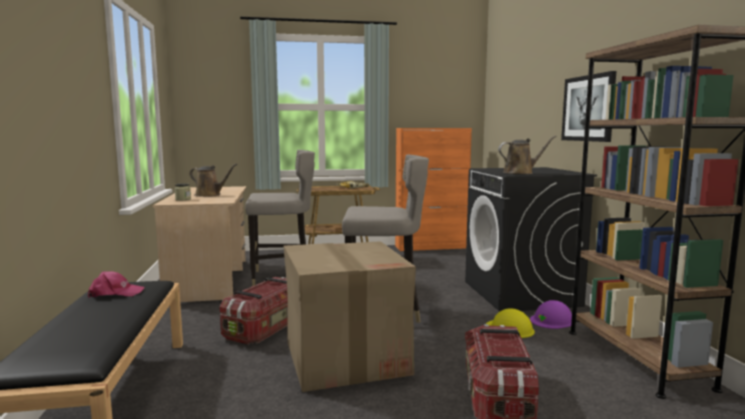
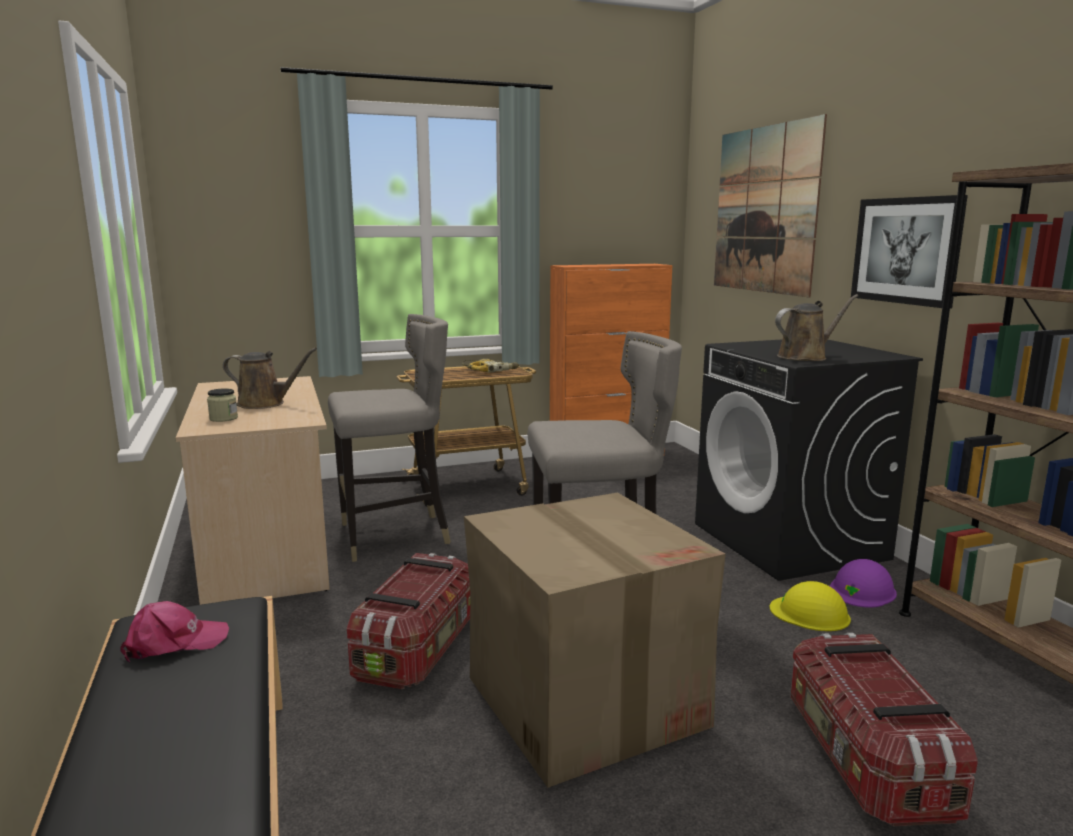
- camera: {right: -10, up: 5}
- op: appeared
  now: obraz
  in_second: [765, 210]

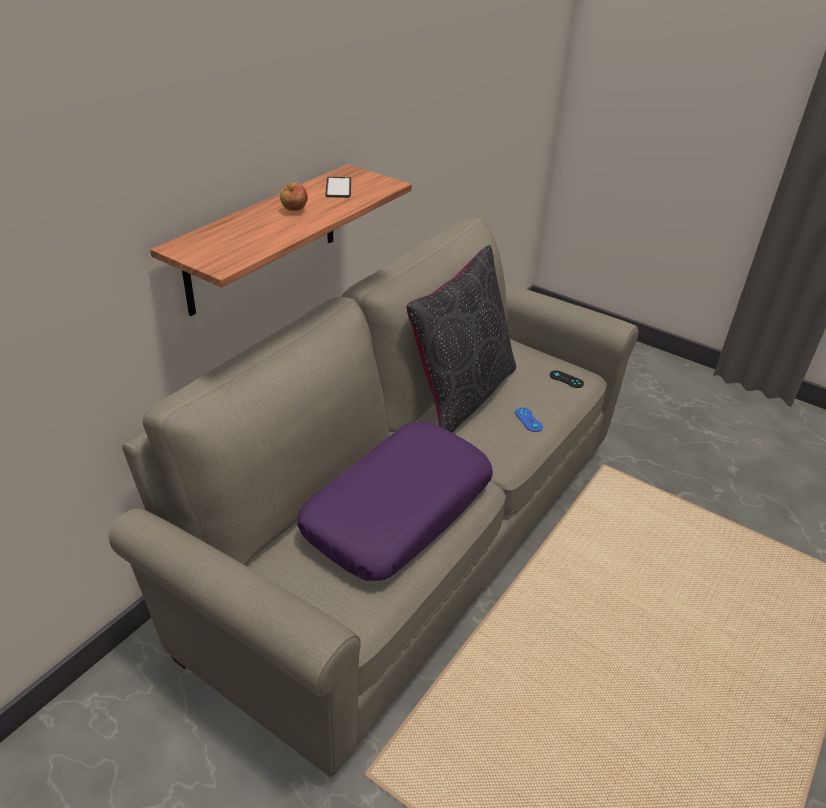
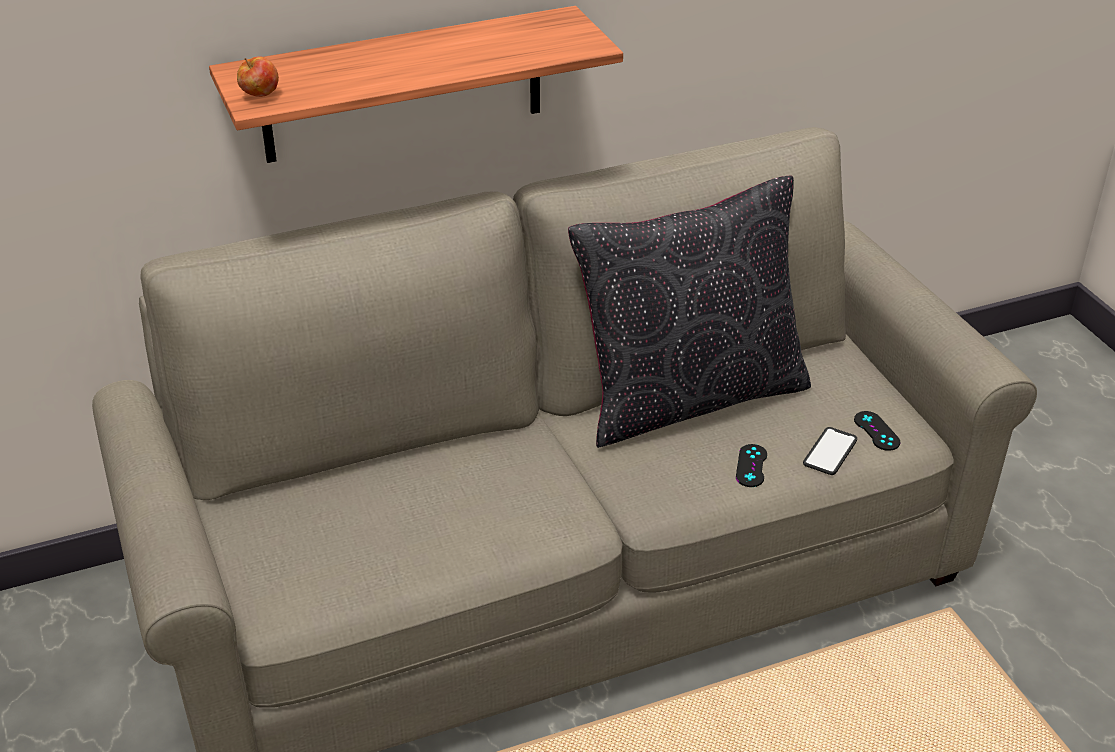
- camera: {right: 35, up: 0}
- op: relocated
  was: jabłko
  in_first: [294, 210]
  in_second: [260, 96]
- op: colour
  was: pad do gier (niebieski)
  now: pad do gier (czarny)
  in_first: [528, 420]
  in_second: [751, 466]
- op: relocated
  was: telefon
  in_first: [338, 188]
  in_second: [830, 452]
- op: missing
  was: poduszka (fioletowy)
  in_first: [398, 511]

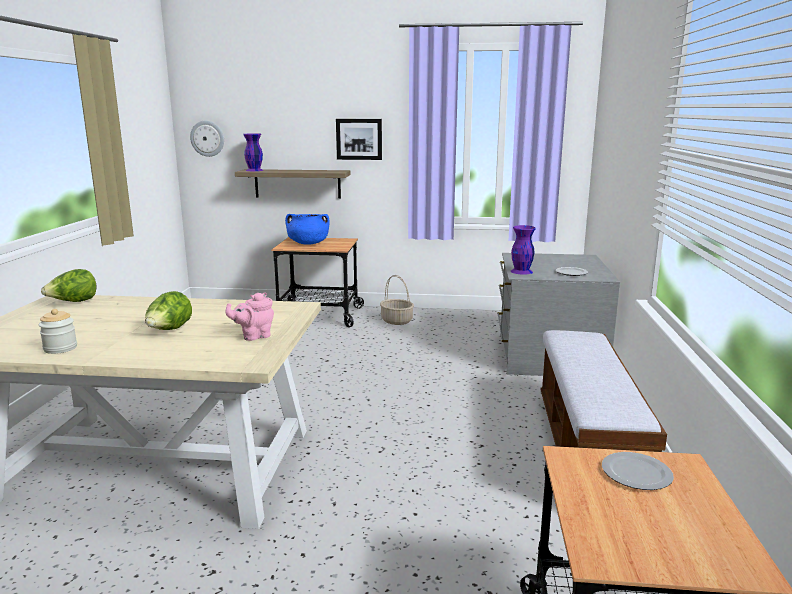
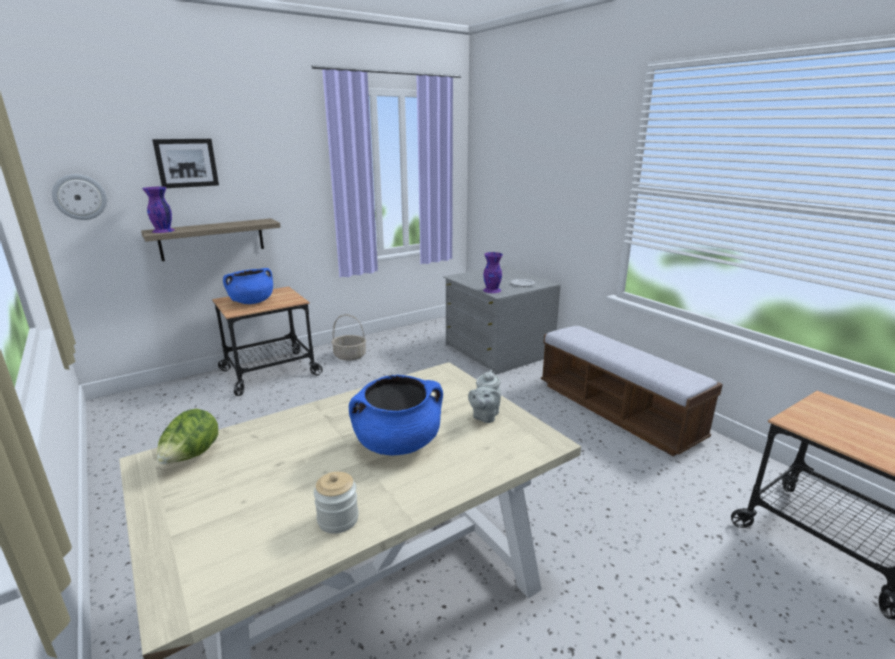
- camera: {right: -40, up: 5}
- op: relocated
  was: obraz
  in_first: [359, 139]
  in_second: [186, 163]
- op: exchanged
  was: sałata
  now: garnek (niebieski)
  in_first: [169, 330]
  in_second: [398, 443]
- op: colour
  was: imbryk (różowy)
  now: imbryk (szary)
  in_first: [254, 336]
  in_second: [485, 416]
- op: missing
  was: talerz
  in_first: [636, 473]

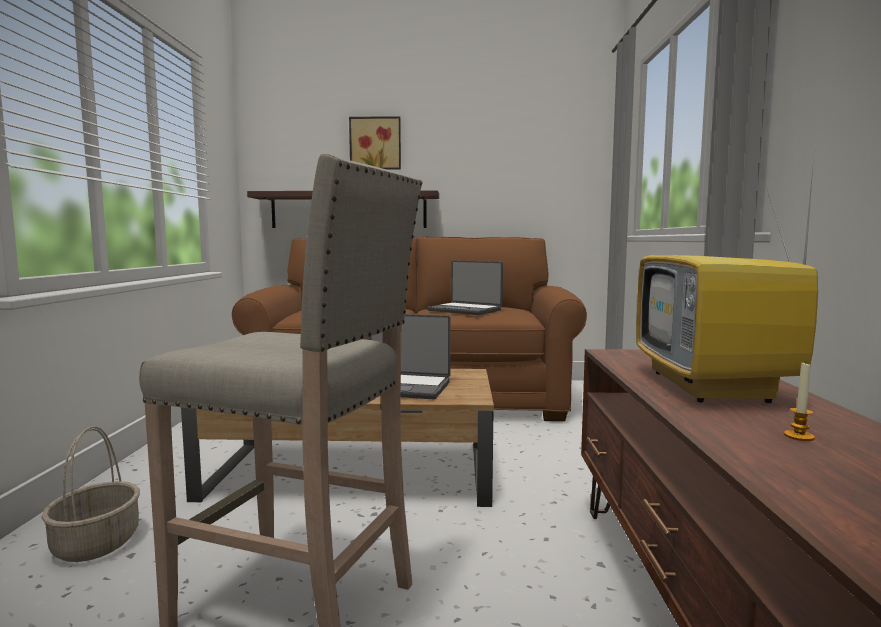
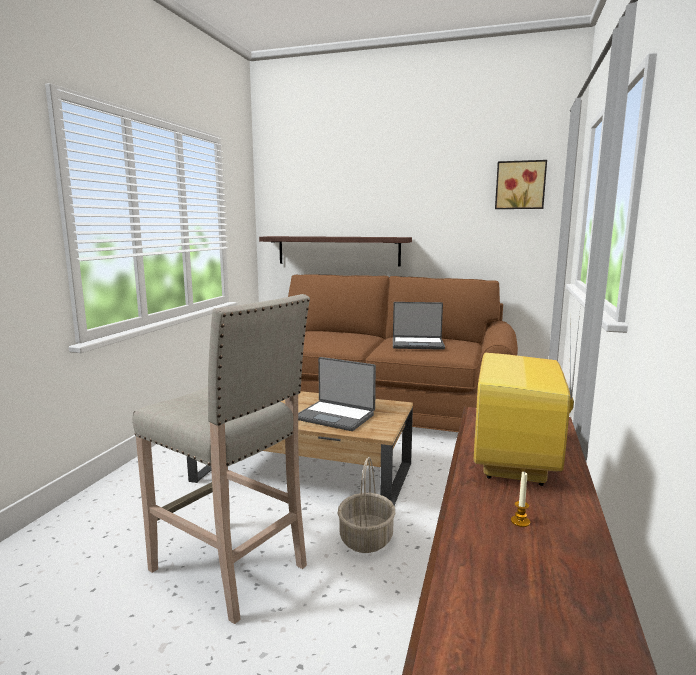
- camera: {right: 15, up: 5}
- op: relocated
  was: koszyk
  in_first: [96, 544]
  in_second: [366, 539]
- op: spun
  was: laptop
  in_first: [465, 310]
  in_second: [417, 344]
  clockwise: -45
- op: relocated
  was: obraz
  in_first: [375, 143]
  in_second: [520, 185]

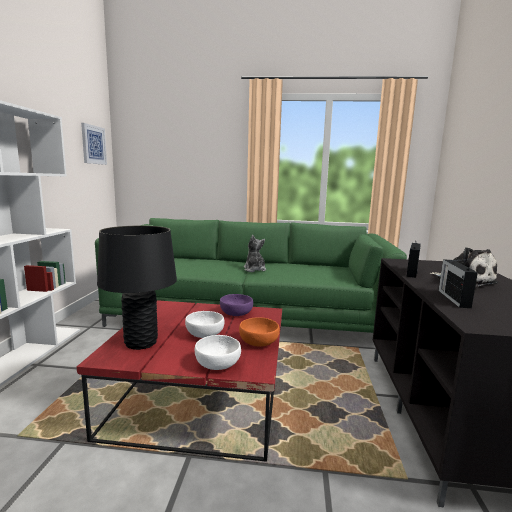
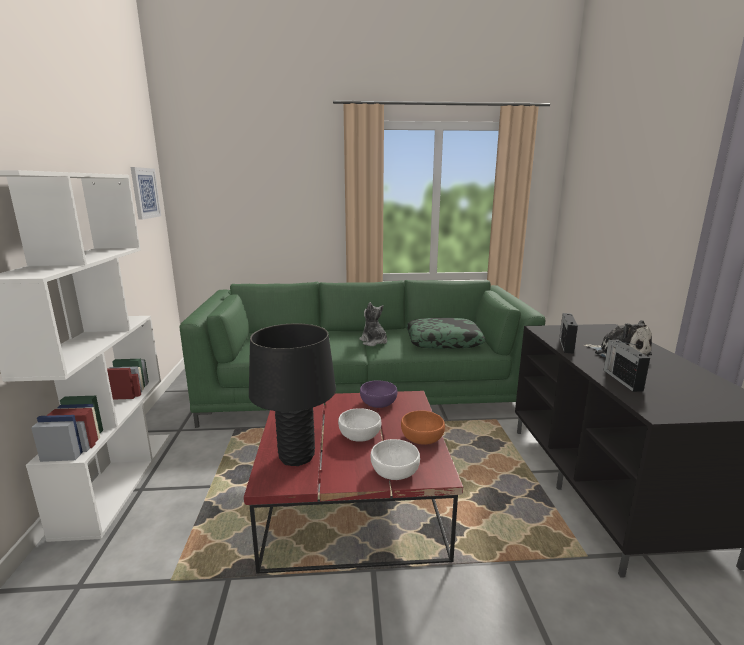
- camera: {right: -10, up: 5}
- op: appeared
  now: poduszka
  in_second: [443, 341]

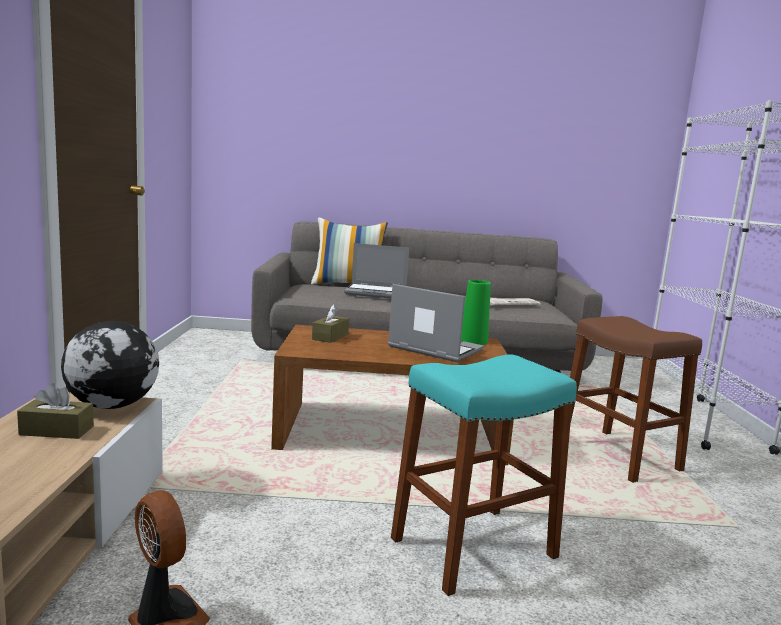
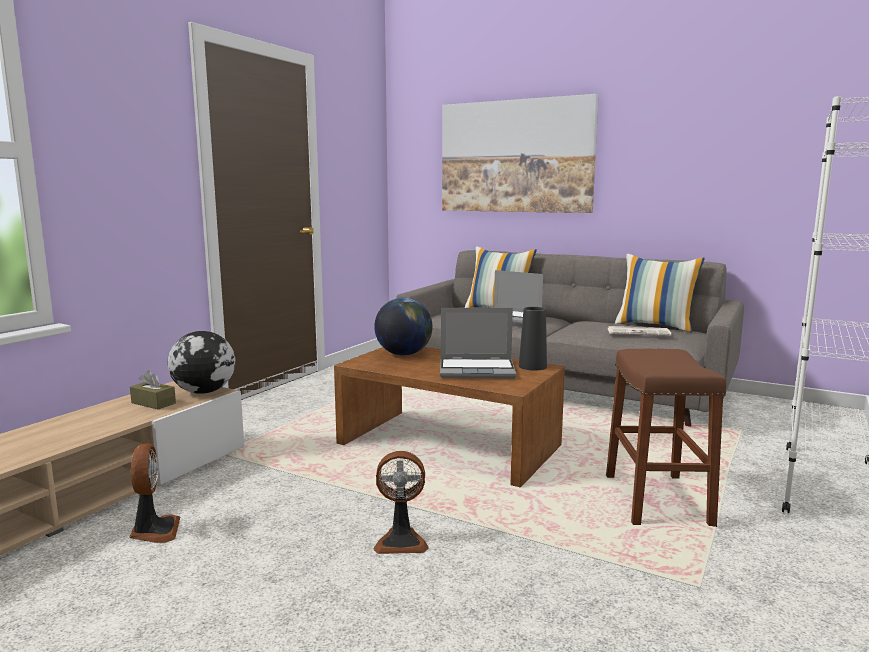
- camera: {right: 30, up: 0}
- op: exchanged
  was: stołek (turkusowy)
  now: wentylator
  in_first: [473, 548]
  in_second: [401, 541]
- op: exchanged
  was: pudełko chusteczek (brązowy)
  now: globus
  in_first: [330, 337]
  in_second: [403, 354]
- op: spun
  was: laptop
  in_first: [433, 349]
  in_second: [478, 370]
  clockwise: 120
- op: appeared
  now: obraz
  in_second: [515, 156]
- op: colour
  was: wazon (zielony)
  now: wazon (czarny)
  in_first: [473, 341]
  in_second: [532, 366]
- op: appeared
  now: poduszka
  in_second: [655, 326]

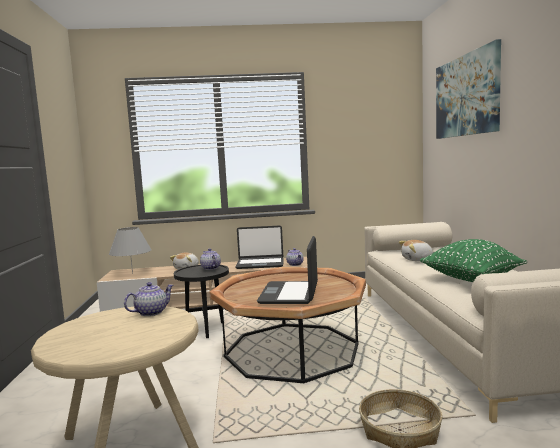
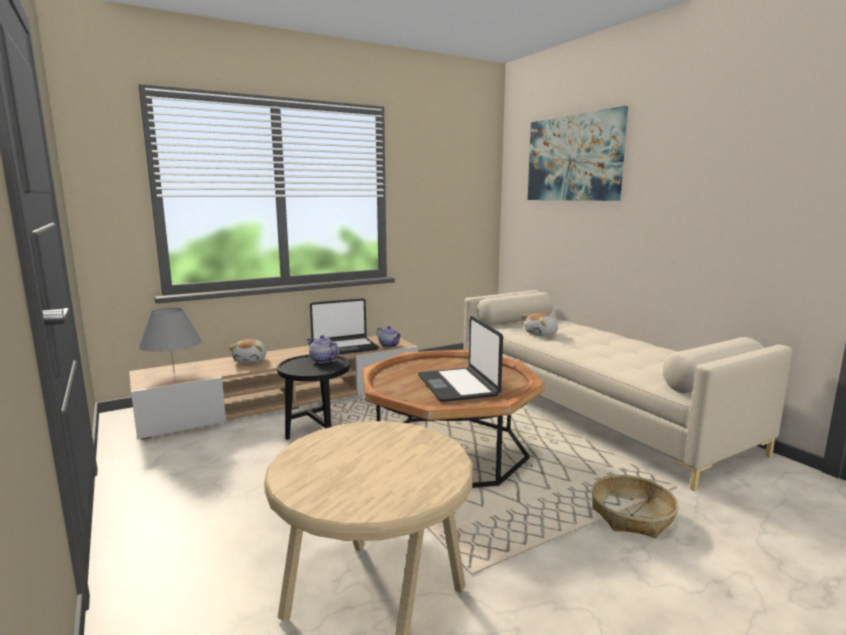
- camera: {right: -25, up: 5}
- op: missing
  was: imbryk
  in_first: [151, 312]
- op: missing
  was: poduszka (zielony)
  in_first: [471, 280]

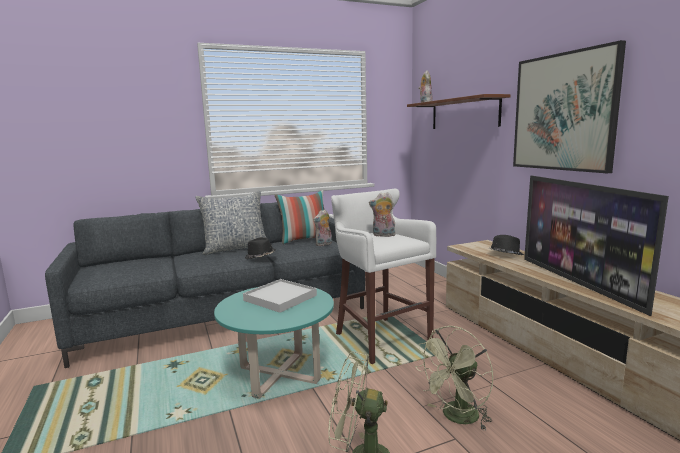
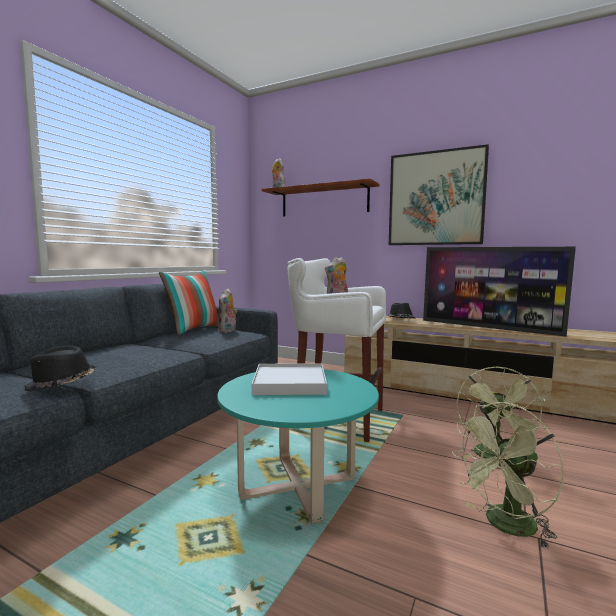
- camera: {right: -40, up: -5}
- op: relocated
  was: kapelusz (czarny)
  in_first: [260, 257]
  in_second: [61, 384]
- op: missing
  was: poduszka
  in_first: [235, 248]

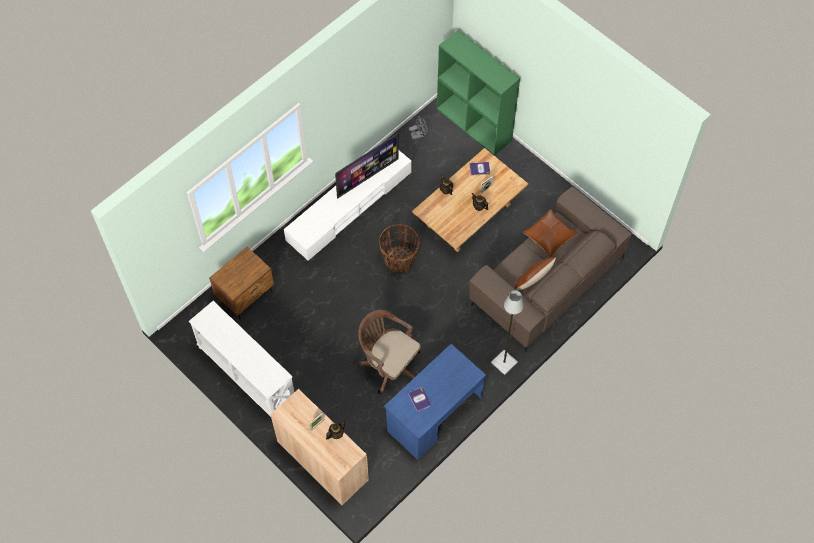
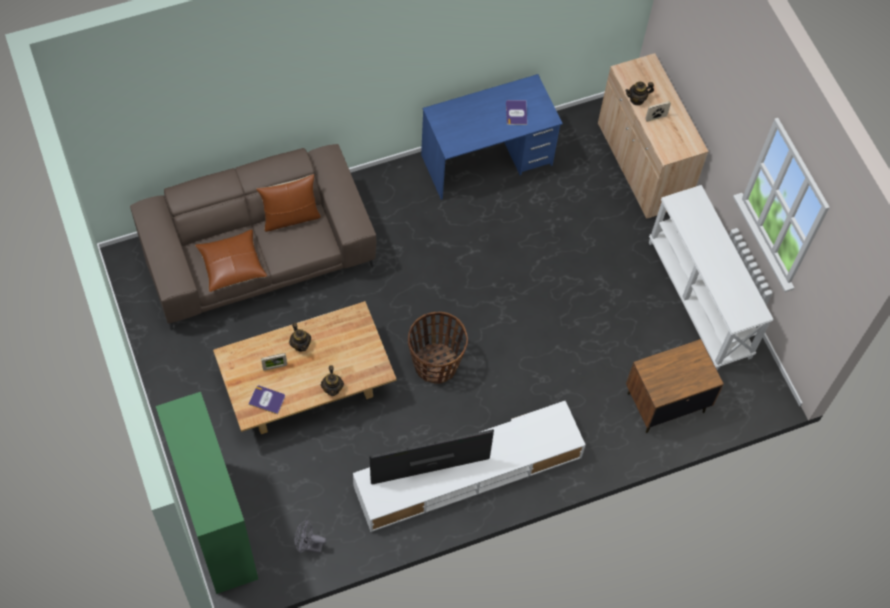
- camera: {right: -160, up: 0}
- op: missing
  was: krzesło biurowe (brązowy)
  in_first: [389, 364]
- op: missing
  was: lampa stojąca (szary)
  in_first: [504, 363]

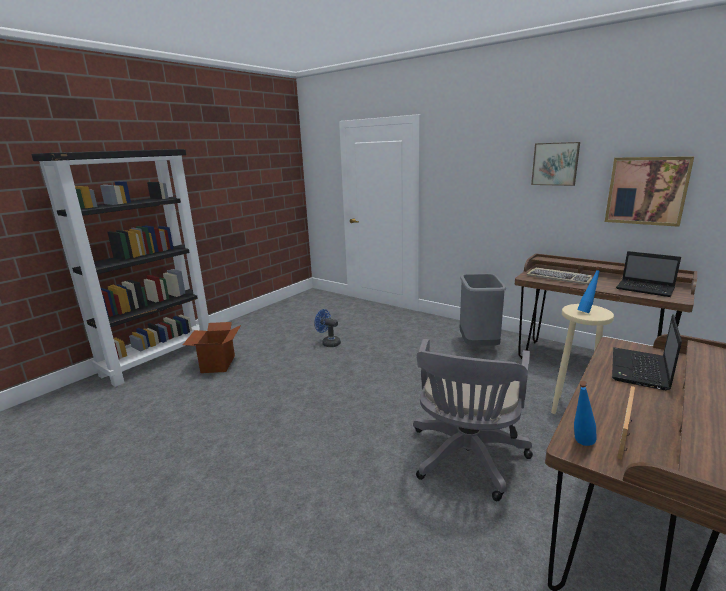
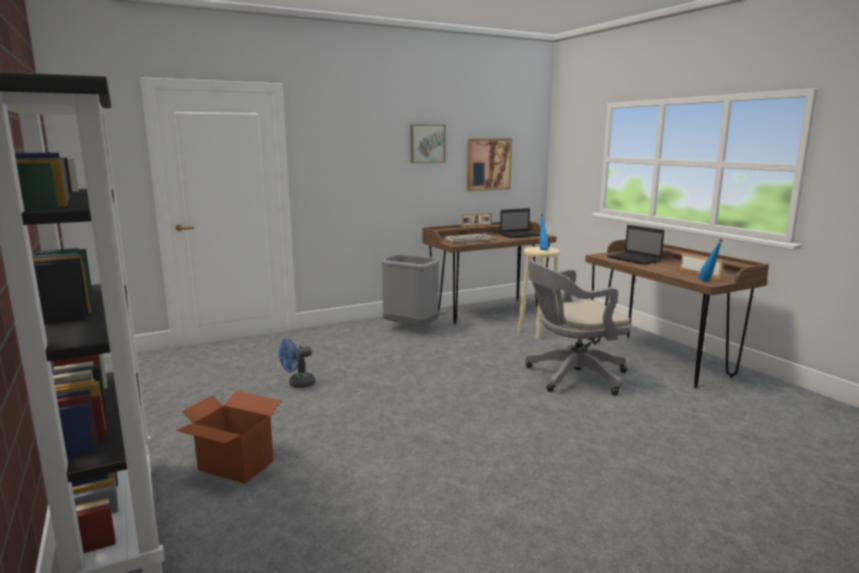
- camera: {right: -65, up: -5}
- op: appeared
  now: ramka na zdjęcie
  in_second: [476, 226]
- op: spun
  was: krzesło biurowe (szary)
  in_first: [466, 460]
  in_second: [571, 377]
  clockwise: 120

